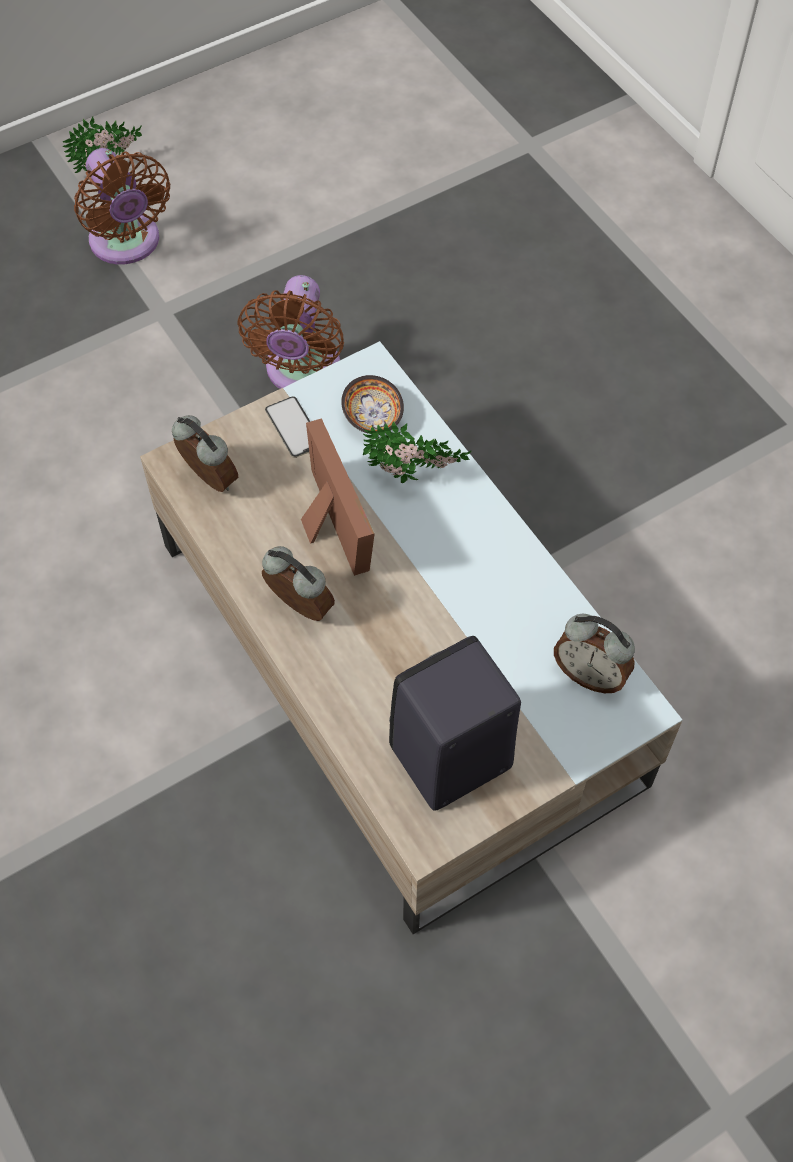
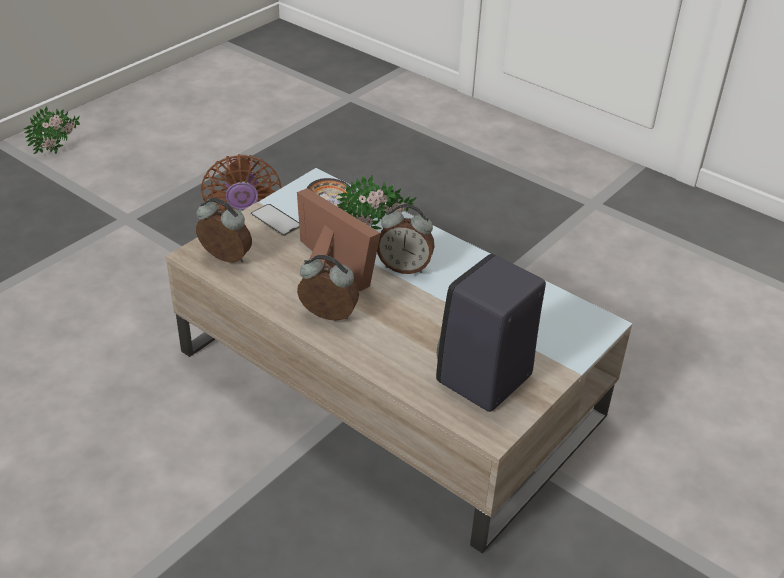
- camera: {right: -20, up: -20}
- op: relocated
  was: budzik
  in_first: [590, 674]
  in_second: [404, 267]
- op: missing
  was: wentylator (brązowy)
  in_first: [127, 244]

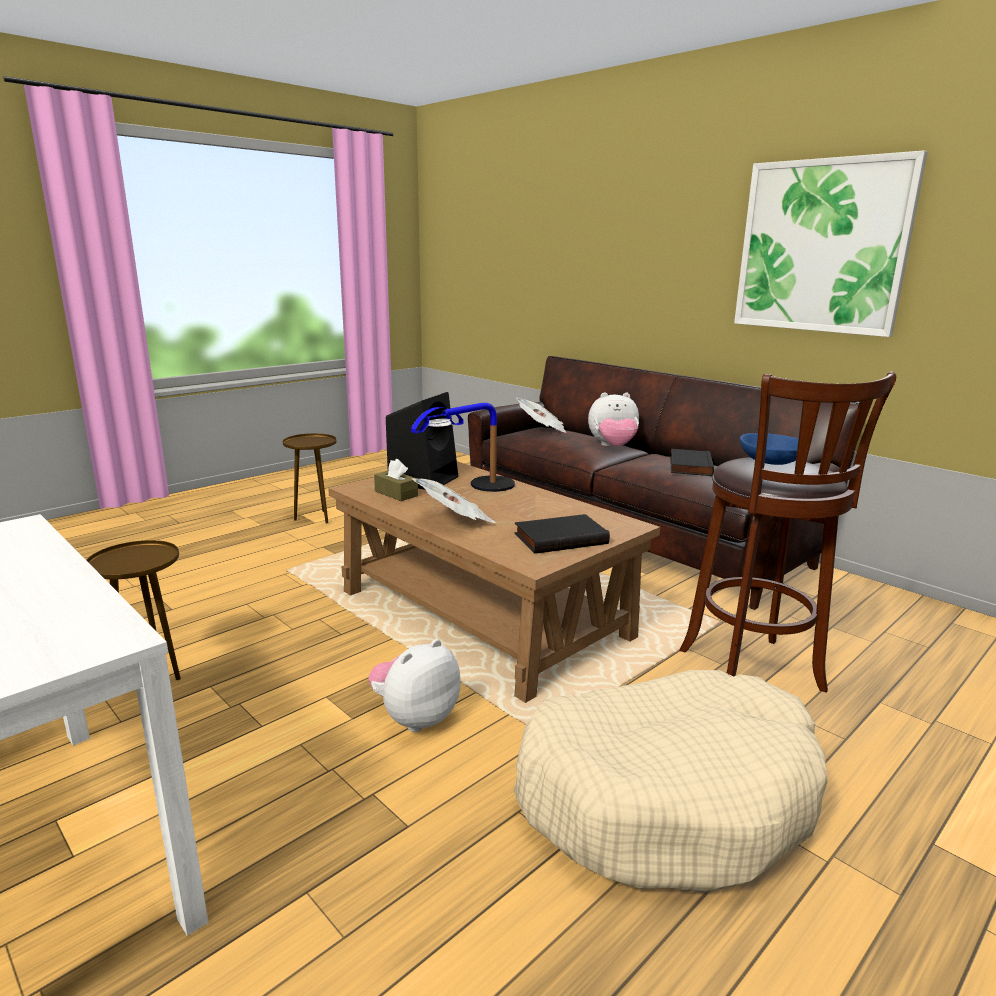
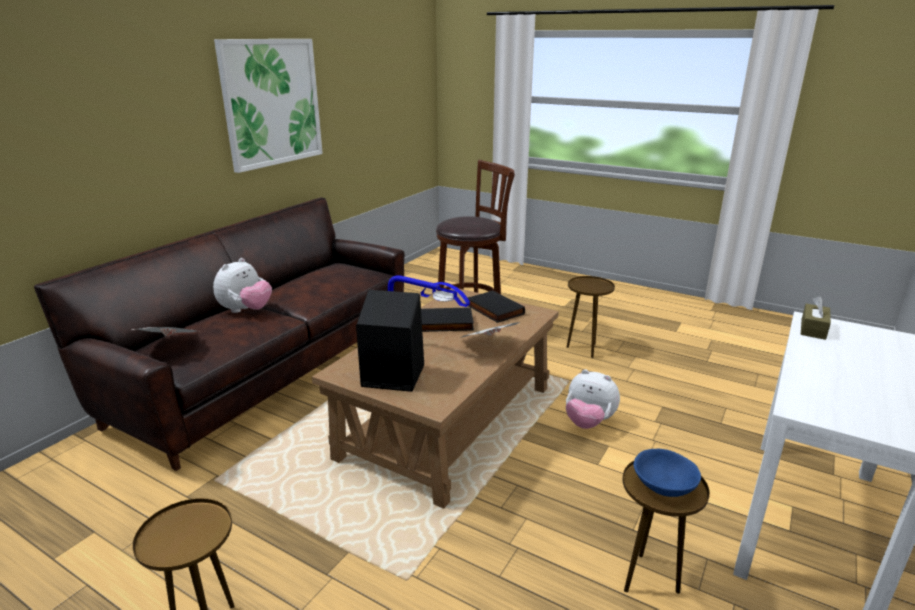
- camera: {right: -105, up: 5}
- op: spun
  was: pluszak
  in_first: [613, 447]
  in_second: [246, 310]
  clockwise: 45
- op: relocated
  was: książka (czarny)
  in_first: [689, 466]
  in_second: [445, 324]
- op: exchanged
  was: legowisko (beżowy)
  now: stolik (brązowy)
  in_first: [667, 796]
  in_second: [584, 349]
- op: relocated
  was: miska (niebieski)
  in_first: [771, 461]
  in_second: [663, 485]
- op: relocated
  was: pudełko chusteczek (brązowy)
  in_first: [396, 493]
  in_second: [813, 329]

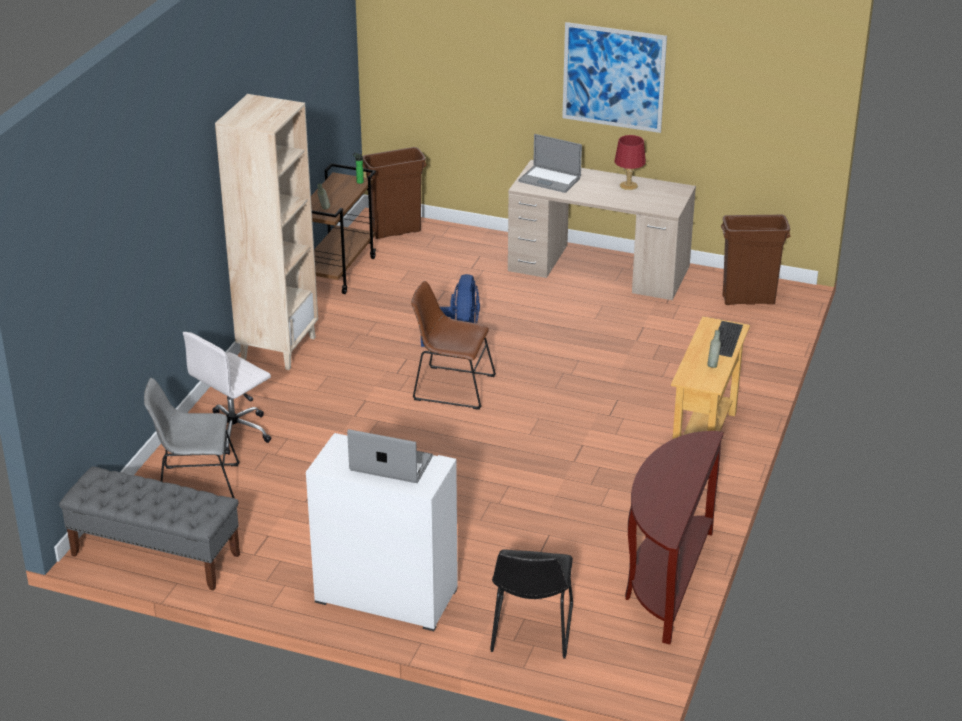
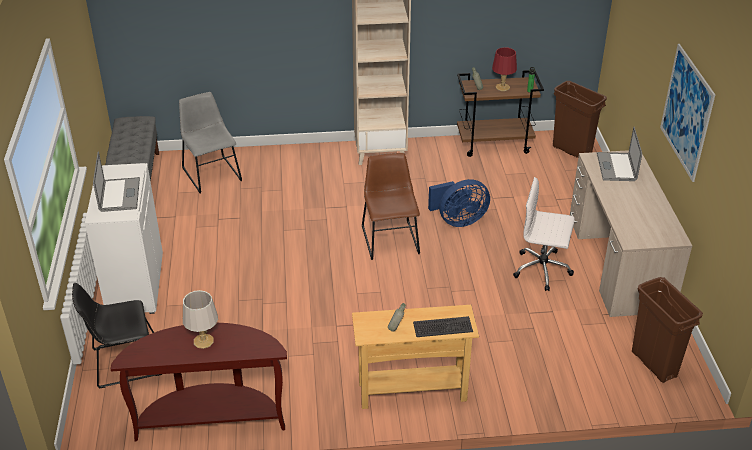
- camera: {right: 65, up: 5}
- op: appeared
  now: lampa stołowa (szary)
  in_second: [203, 341]
- op: relocated
  was: lampa stołowa (czerwony)
  in_first: [628, 186]
  in_second: [502, 87]
- op: relocated
  was: krzesło biurowe (biały)
  in_first: [234, 431]
  in_second: [543, 269]

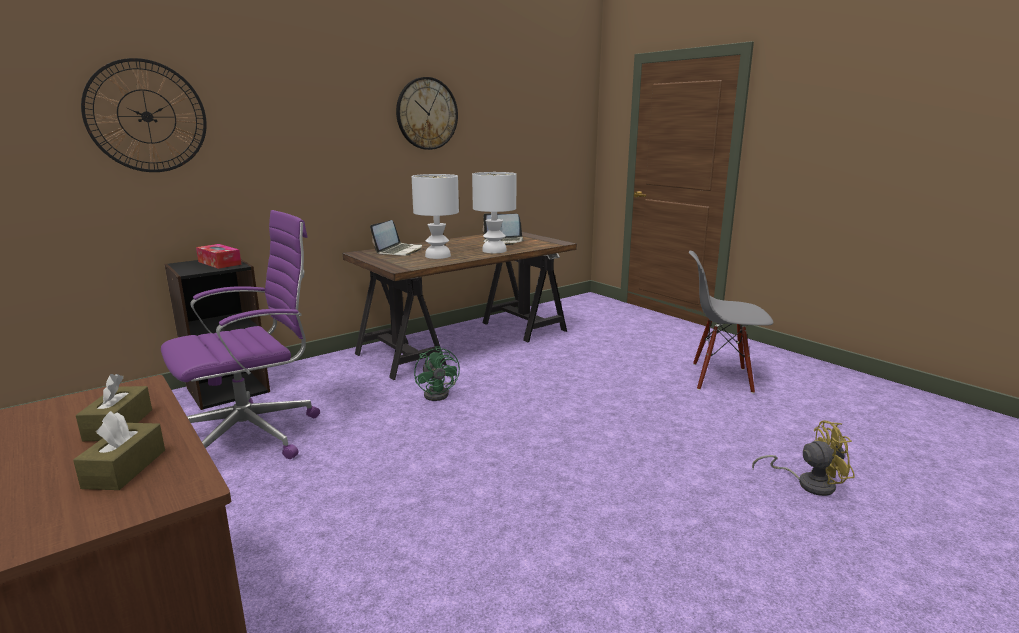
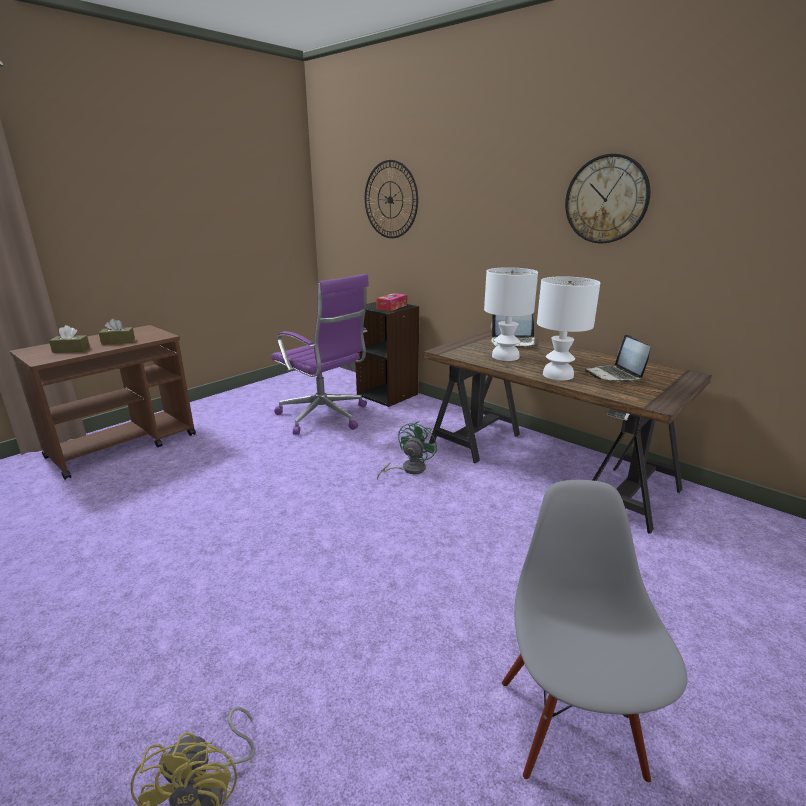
- camera: {right: 80, up: 5}
- op: spun
  was: wentylator (zielony)
  in_first: [439, 393]
  in_second: [408, 469]
  clockwise: 150

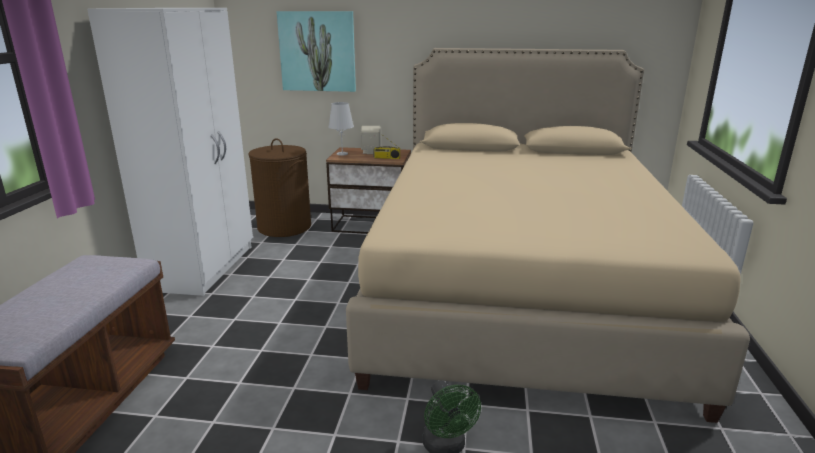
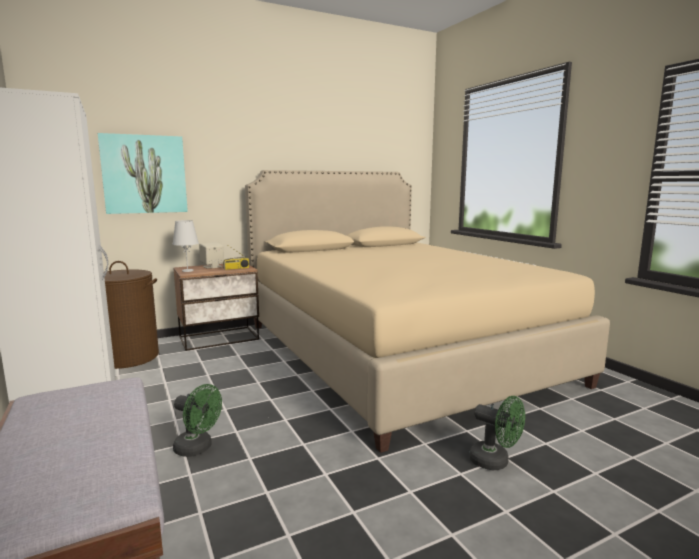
- camera: {right: -35, up: -10}
- op: appeared
  now: wentylator (zielony)
  in_second: [198, 448]

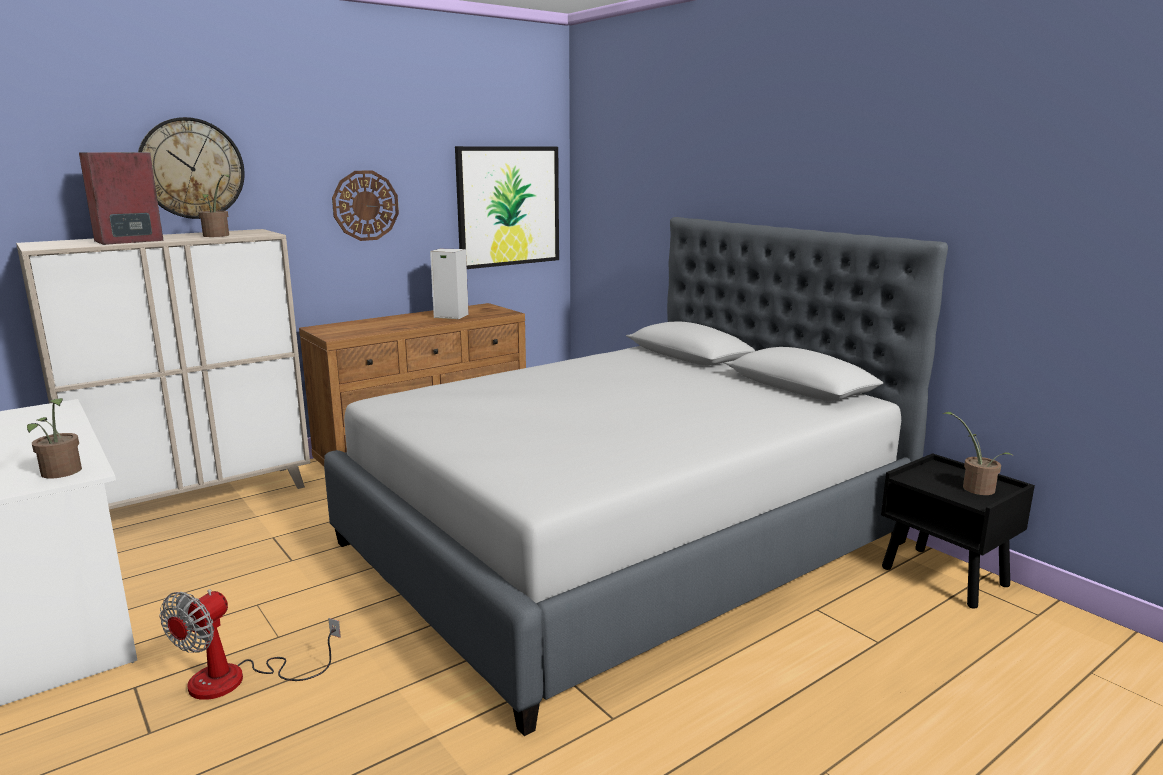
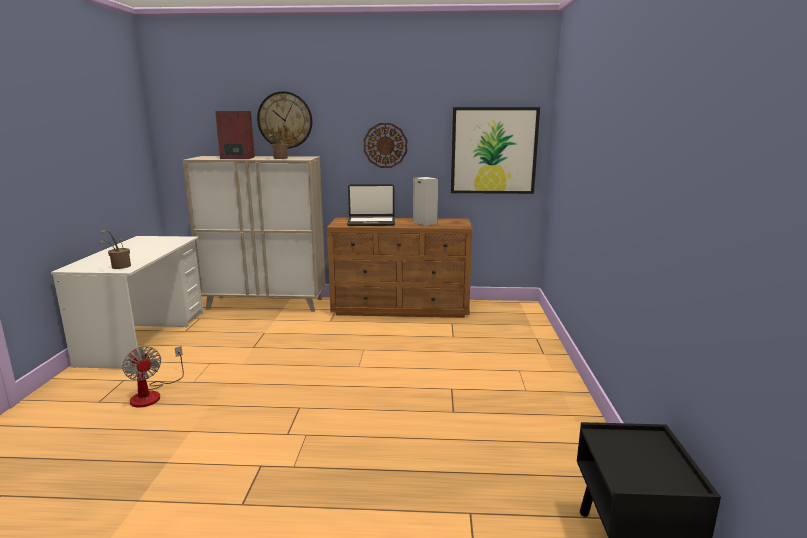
- camera: {right: 40, up: 0}
- op: spun
  was: wentylator
  in_first: [237, 679]
  in_second: [152, 394]
  clockwise: -105
- op: appeared
  now: laptop
  in_second: [371, 222]
- op: missing
  was: łóżko (szary)
  in_first: [623, 542]
- op: missing
  was: roślina doniczkowa
  in_first: [974, 487]

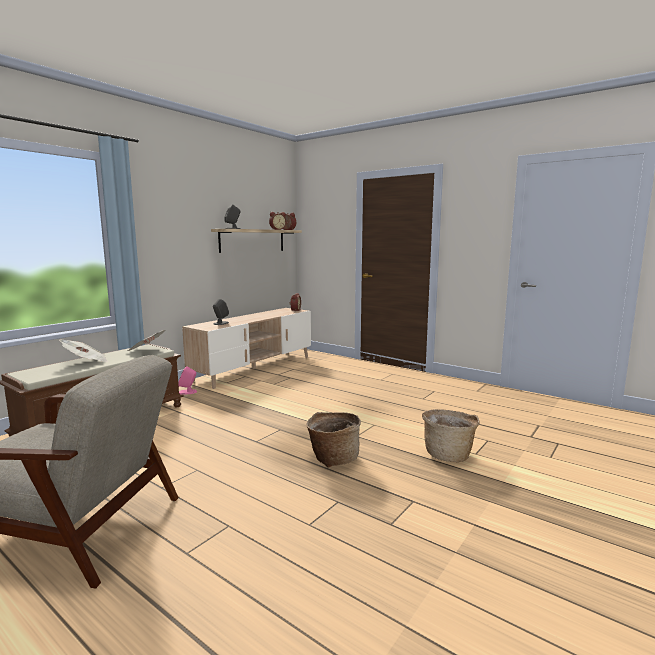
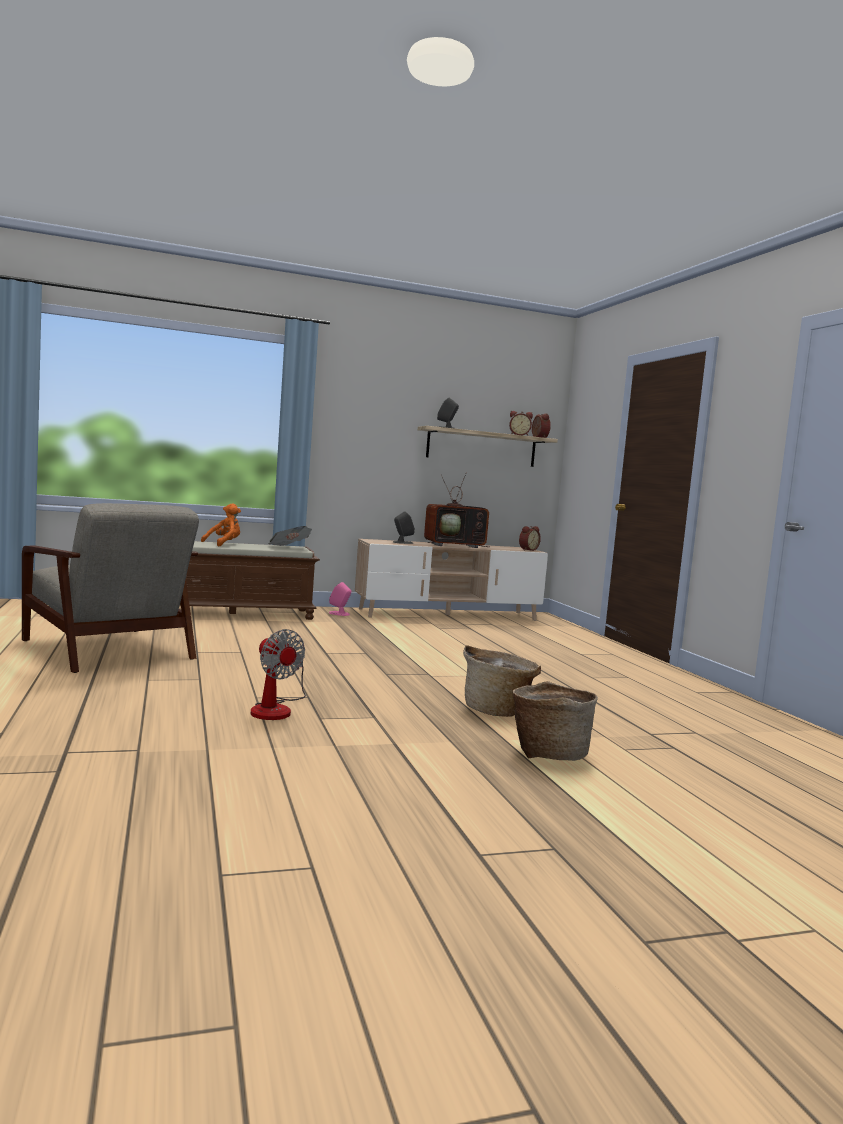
- camera: {right: 35, up: -5}
- op: exchanged
  was: gazeta
  now: pluszak (pomarańczowy)
  in_first: [86, 362]
  in_second: [224, 544]
- op: appeared
  now: wentylator
  in_second: [276, 709]
- op: appeared
  now: telewizor
  in_second: [455, 545]
- op: relocated
  was: koszyk
  in_first: [333, 458]
  in_second: [548, 753]

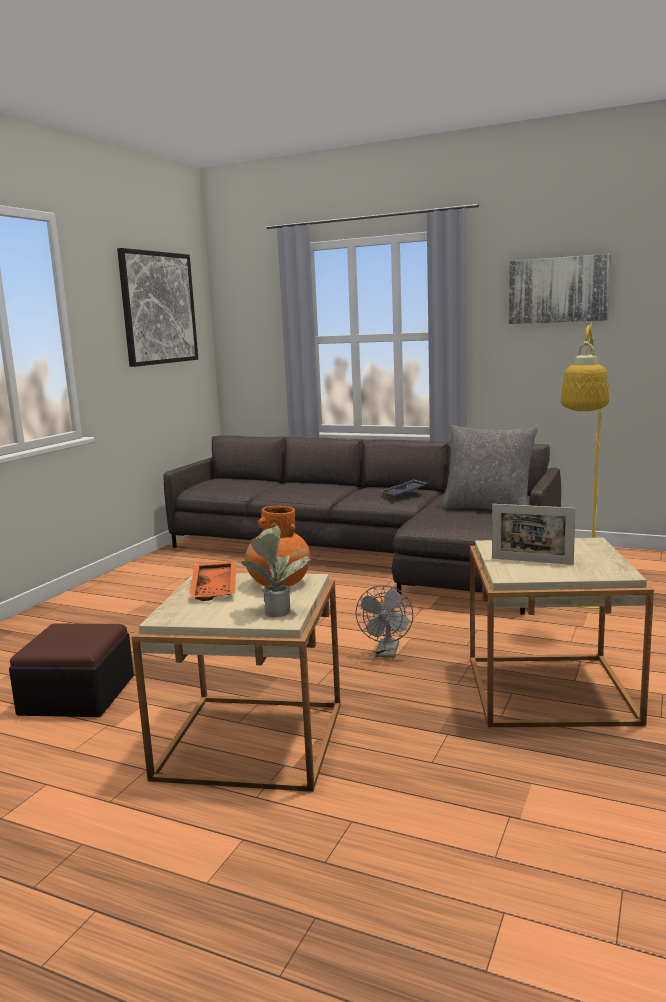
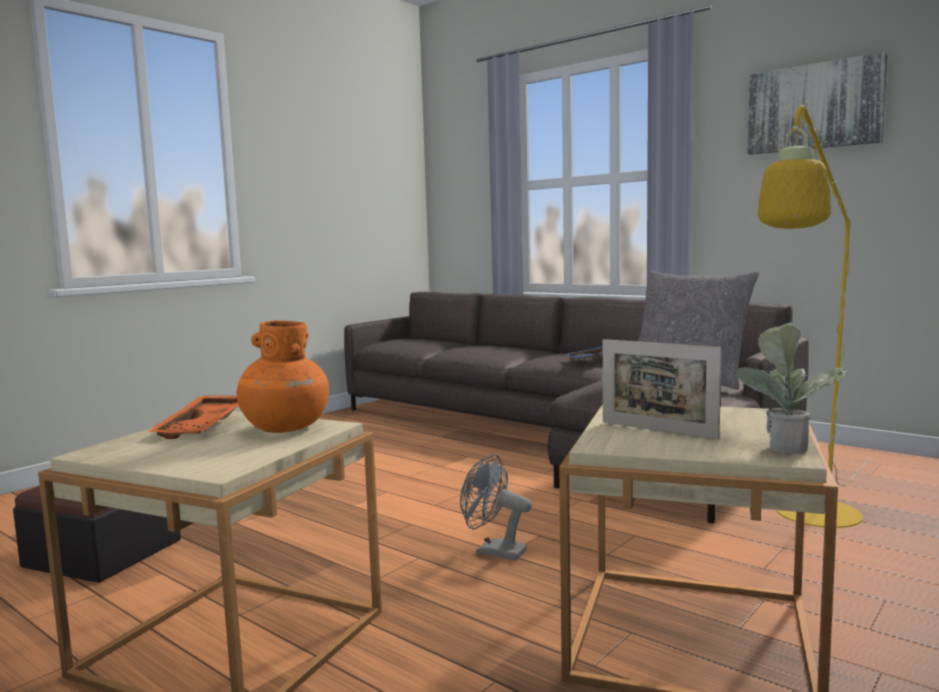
- camera: {right: 15, up: -5}
- op: spun
  was: wentylator (szary)
  in_first: [387, 653]
  in_second: [493, 551]
  clockwise: 90
- op: relocated
  was: roślina doniczkowa
  in_first: [277, 610]
  in_second: [784, 446]
- op: missing
  was: obraz
  in_first: [158, 308]

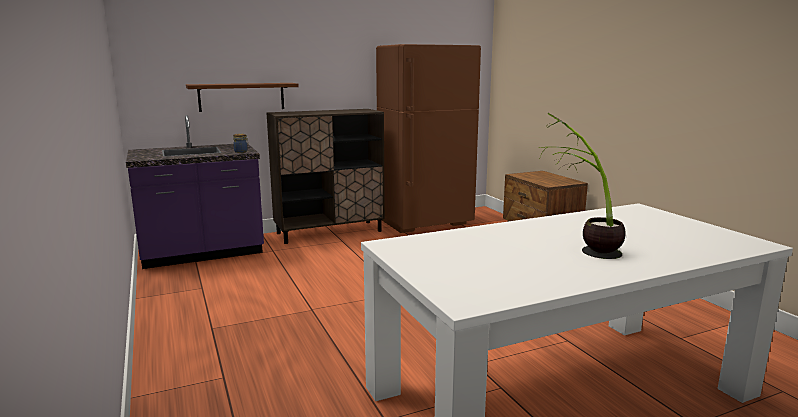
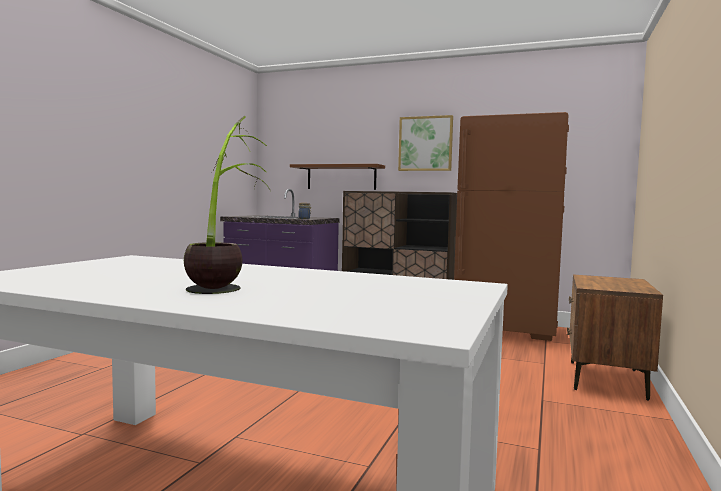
- camera: {right: 45, up: -10}
- op: appeared
  now: obraz
  in_second: [425, 143]

